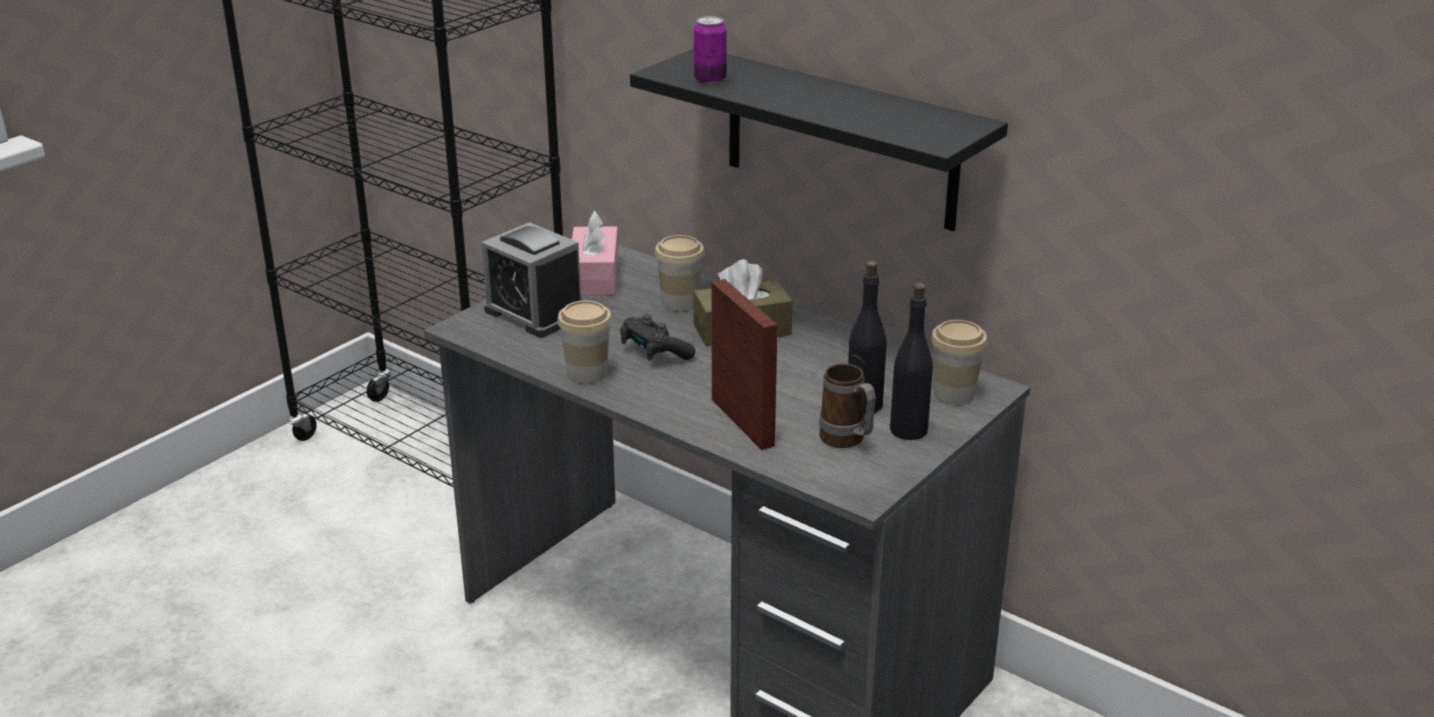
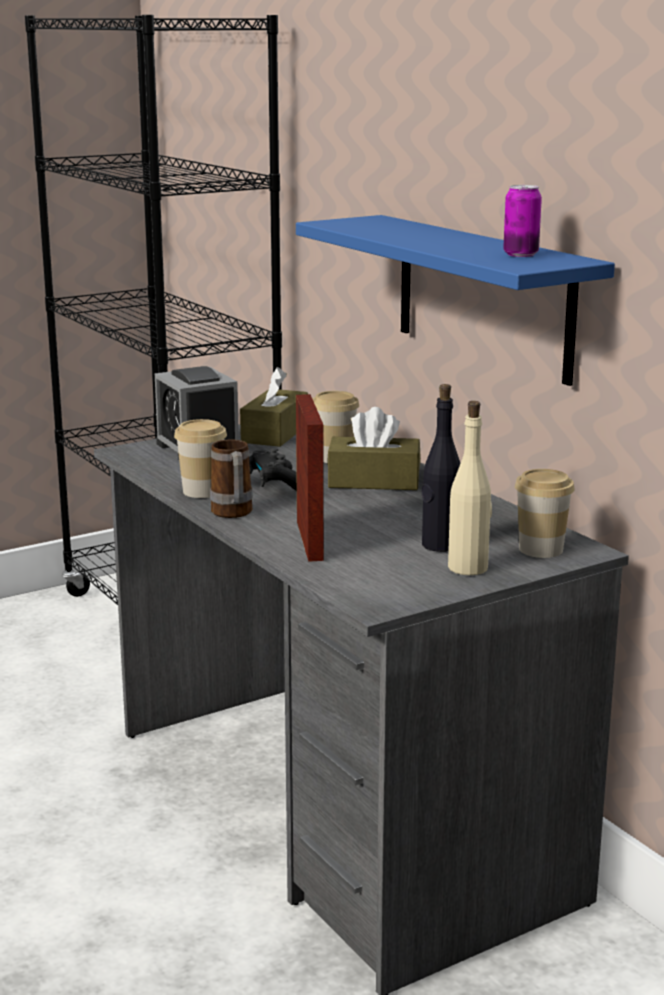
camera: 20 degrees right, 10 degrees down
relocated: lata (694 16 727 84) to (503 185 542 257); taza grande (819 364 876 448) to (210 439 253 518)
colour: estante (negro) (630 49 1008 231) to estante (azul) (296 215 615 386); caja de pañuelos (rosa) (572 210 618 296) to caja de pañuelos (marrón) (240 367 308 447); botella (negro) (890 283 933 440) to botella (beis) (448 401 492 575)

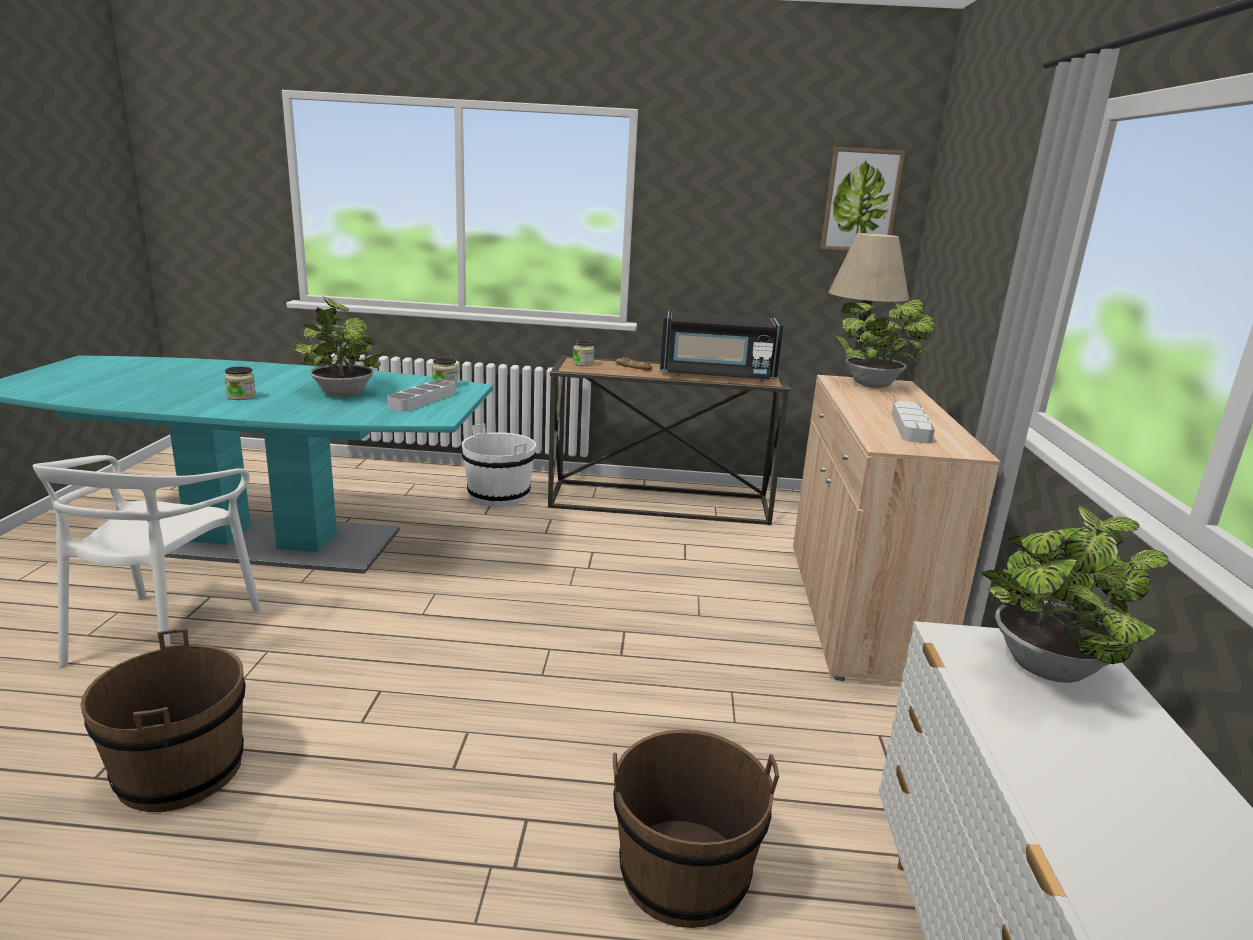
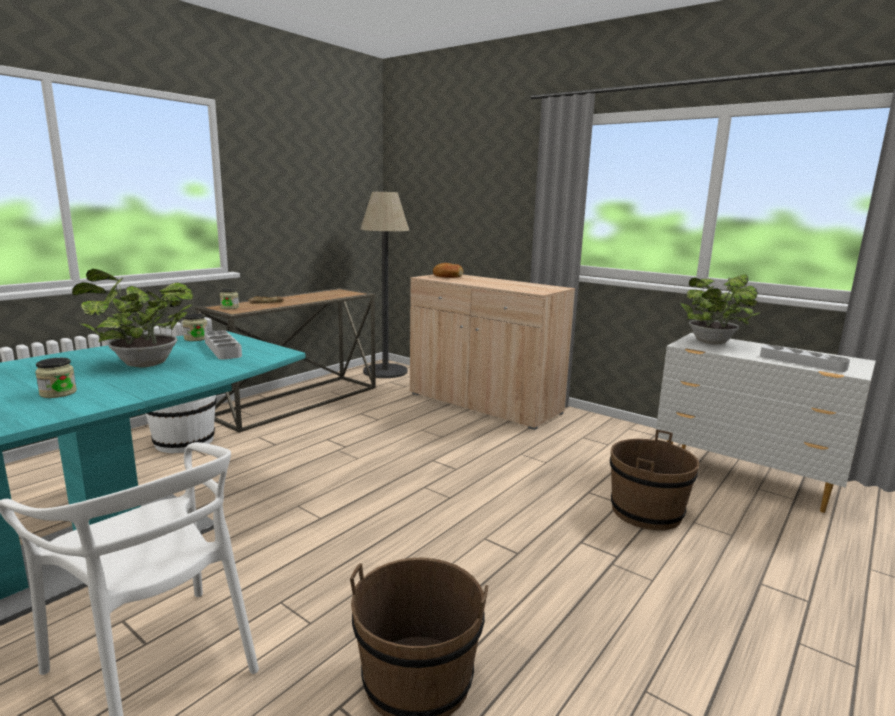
camera: 55 degrees left, 5 degrees down
missing: cuadro (820 147 905 251); microondas (negro) (660 311 783 382)
relocated: bandeja (gris) (891 401 935 444) to (760 345 850 372)
exchanged: planta en maceta (835 299 935 388) to pan (433 263 463 278)

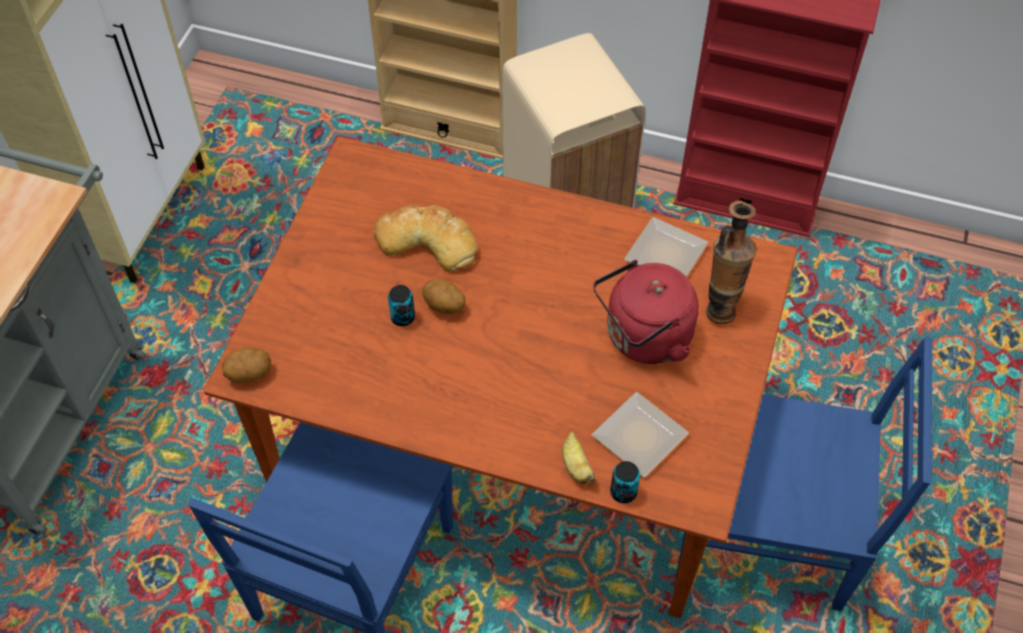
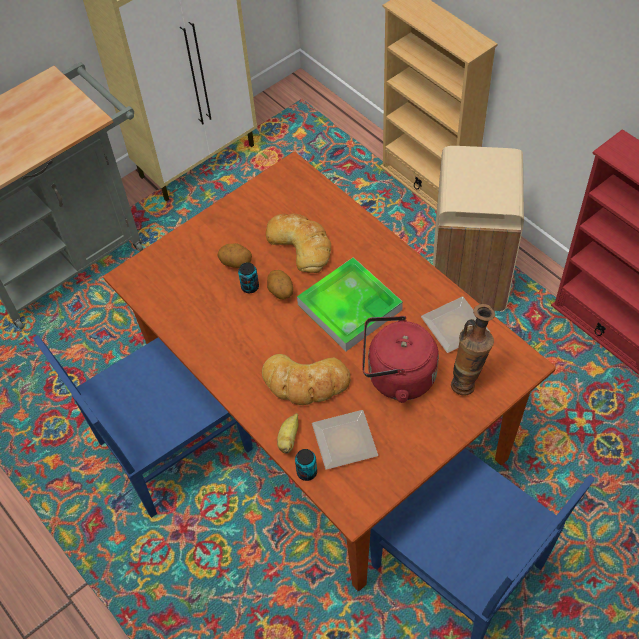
camera: 35 degrees right, 0 degrees up
appeared: bandeja (297 257 403 351); pan (262 354 351 405)
relocated: patata (222 347 271 383) to (218 243 252 268)

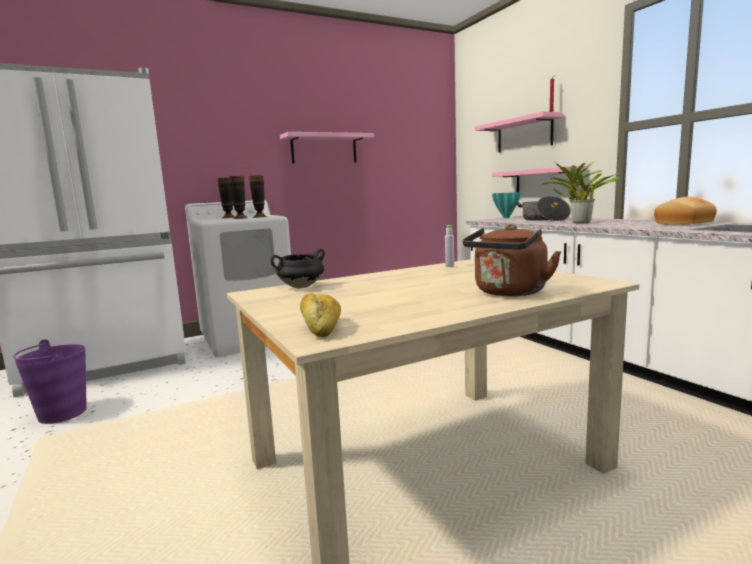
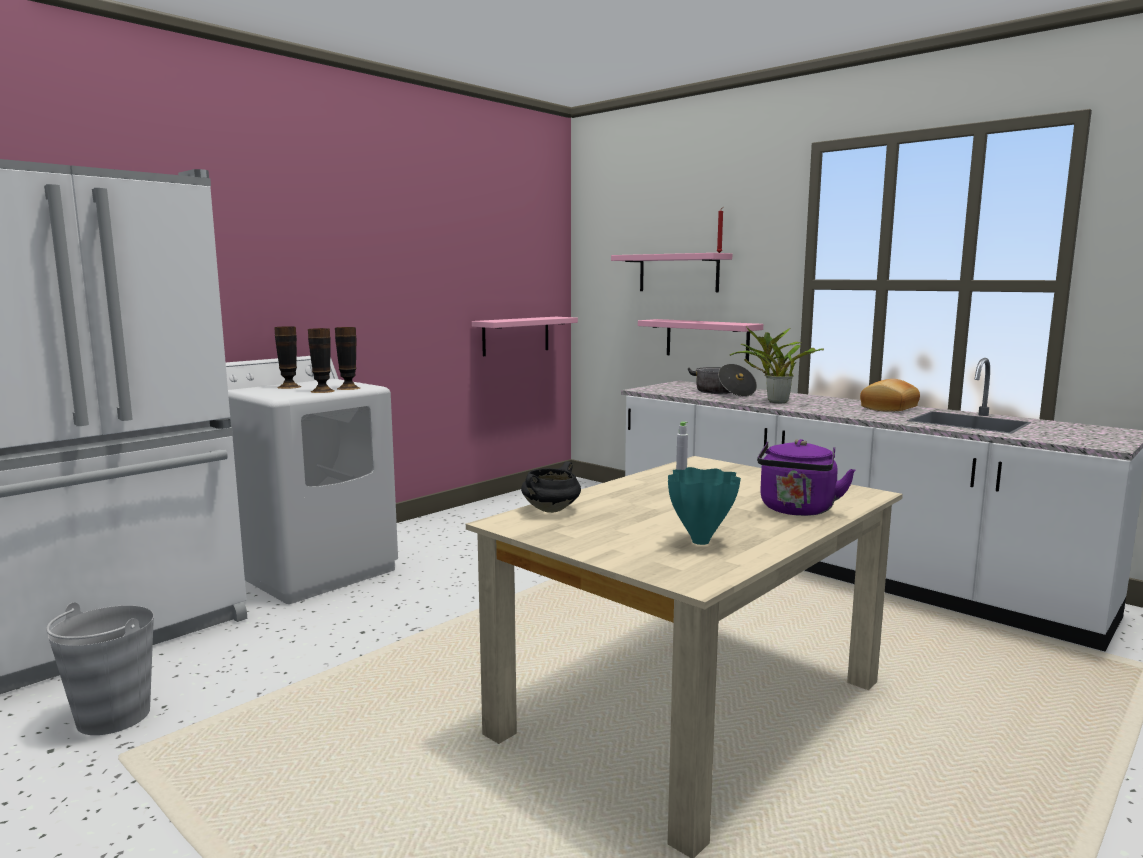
camera: 20 degrees left, 0 degrees up
missing: pan (300 293 341 337)
relocated: estante (rosa) (280 132 374 164) to (472 317 578 356); florero (turquesa) (492 192 521 218) to (668 467 741 545)
colour: hervidor (marrón) (463 224 562 297) to hervidor (morado) (757 439 855 516); cubo (morado) (13 339 87 424) to cubo (gris) (46 602 154 735)

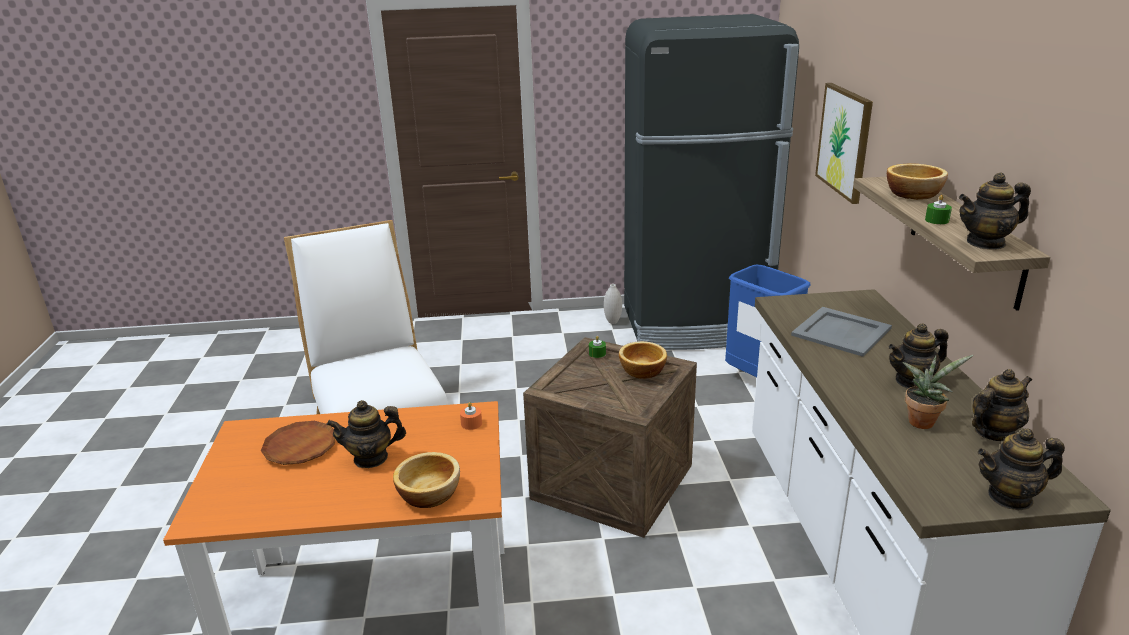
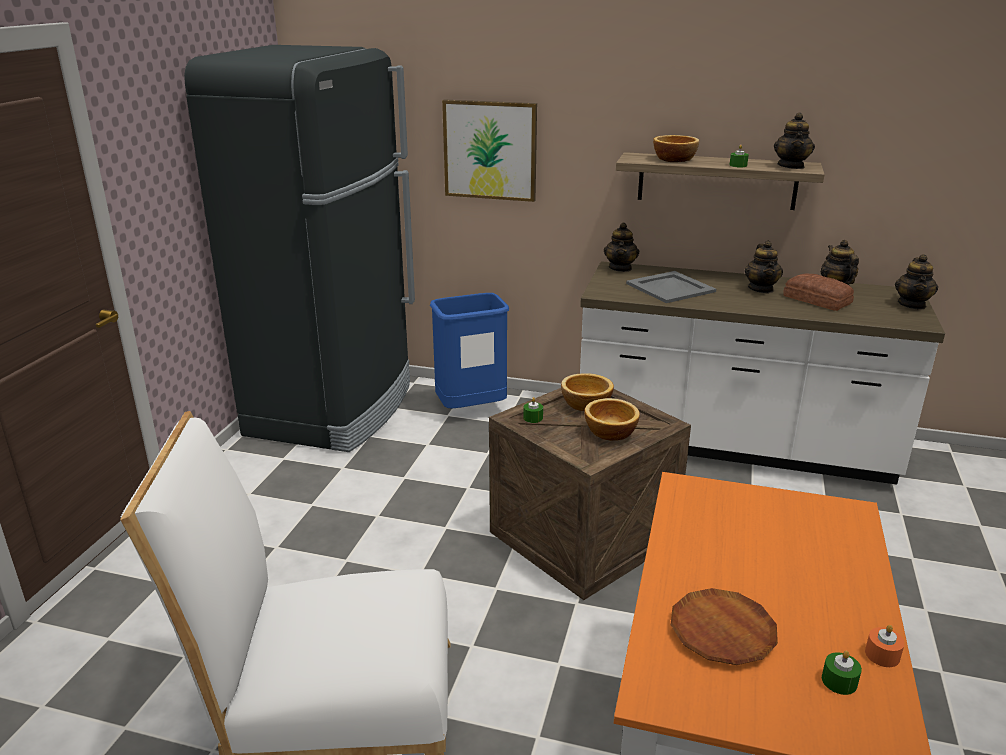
camera: 70 degrees left, 0 degrees up
missing: florero (blanco) (604 284 622 324)
appeared: vela (verde) (822 651 862 695)
relocated: tetera (326 400 406 468) to (604 222 639 272); vela (naranja) (460 402 482 430) to (865 625 905 667); cuenco (393 452 460 508) to (584 398 640 441)
exchanged: planta en maceta (903 355 973 429) to pan (783 273 854 311)

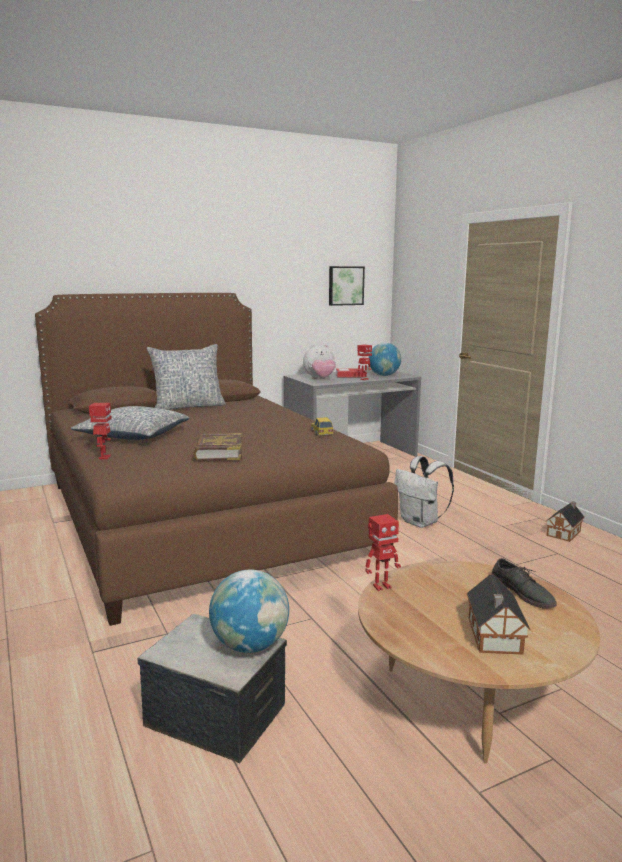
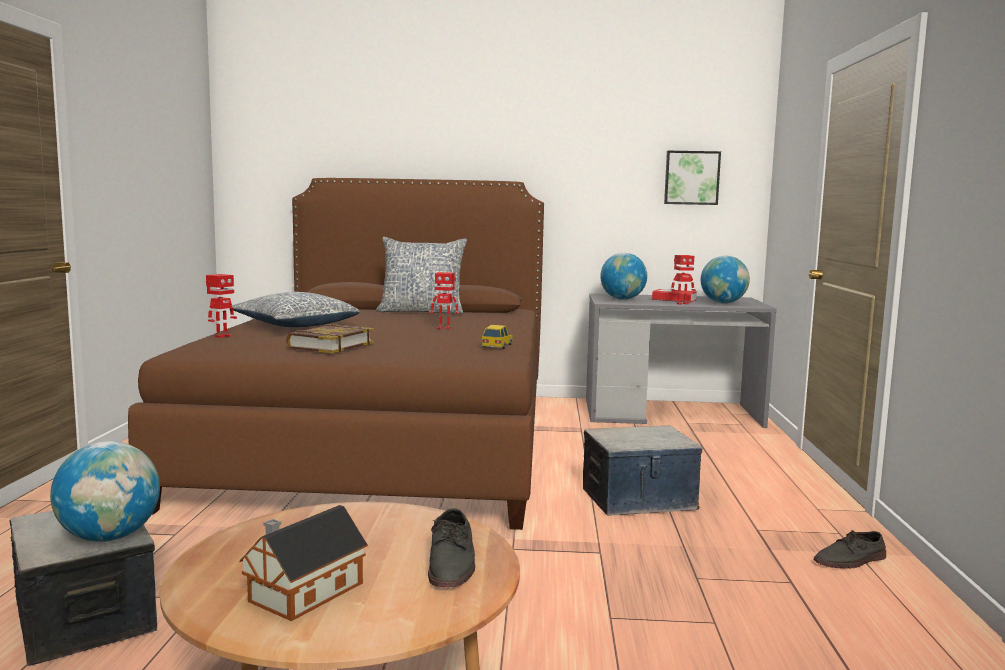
camera: 30 degrees right, 5 degrees down
relocated: robot de juguete (365 514 401 591) to (429 272 459 330)
exchanged: peluche (303 345 336 379) to globo terráqueo (600 253 647 300); mochila (blanco) (394 456 454 528) to caja de almacenaje (583 426 703 516); casita (546 501 585 542) to zapato (gris) (814 530 886 569)

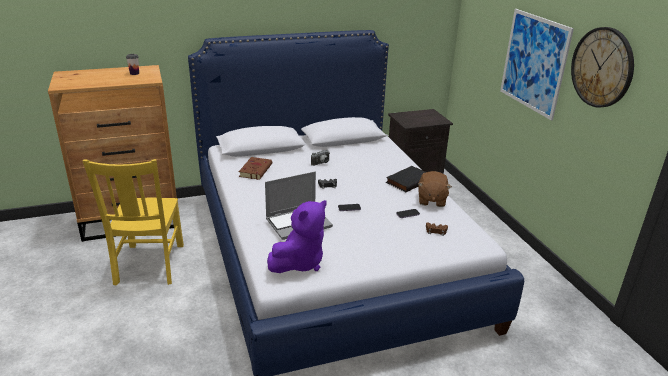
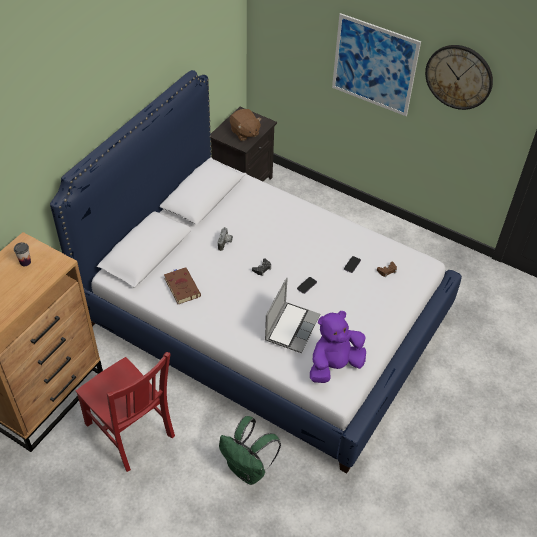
camera: 40 degrees left, 20 degrees up
missing: libro (negro) (386 166 426 192)
appeared: mochila (verde) (219 416 281 485)
relocated: peluche (marrón) (418 171 452 207) to (230 109 262 141)
colour: silla (amarillo) (82 159 184 286) to silla (rojo) (76 352 175 472)
spun: peluche (morado) (267 200 326 273) = (310 311 366 383) 120 degrees counterclockwise

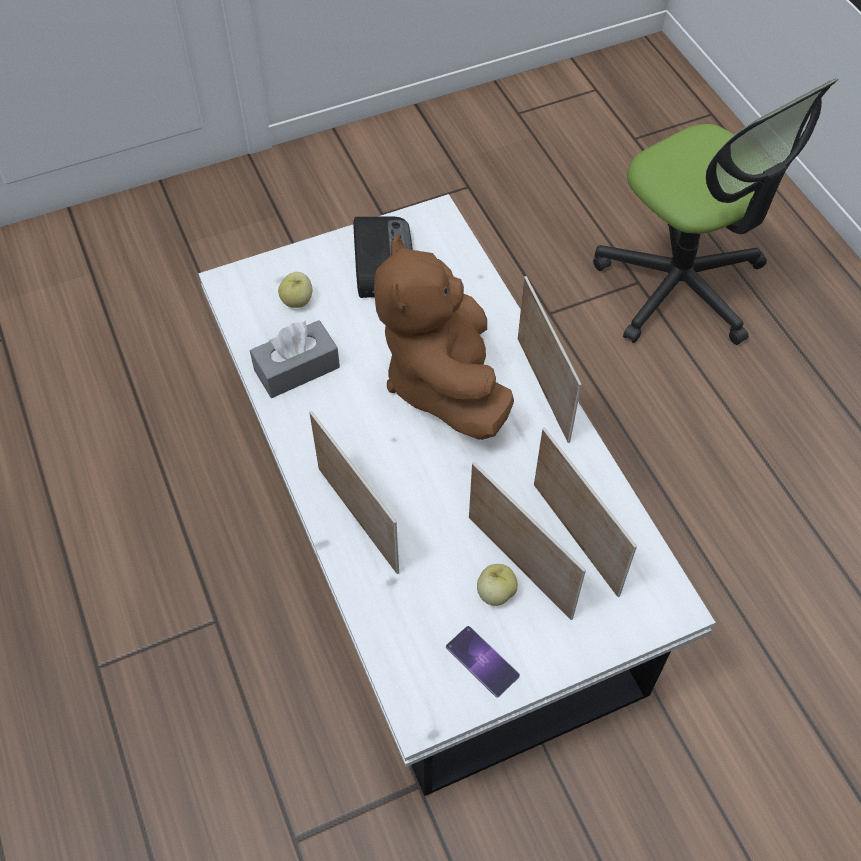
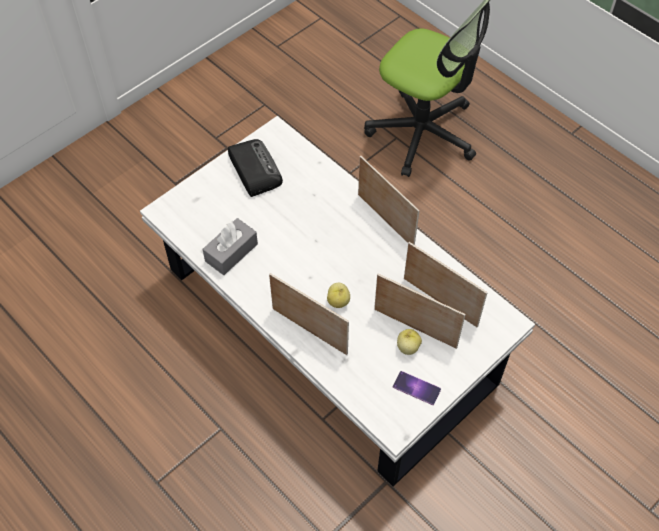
camera: 20 degrees left, 0 degrees up
missing: peluche (marrón) (374 234 514 440)
relocated: manzana (278 272 313 308) to (327 283 350 308)

